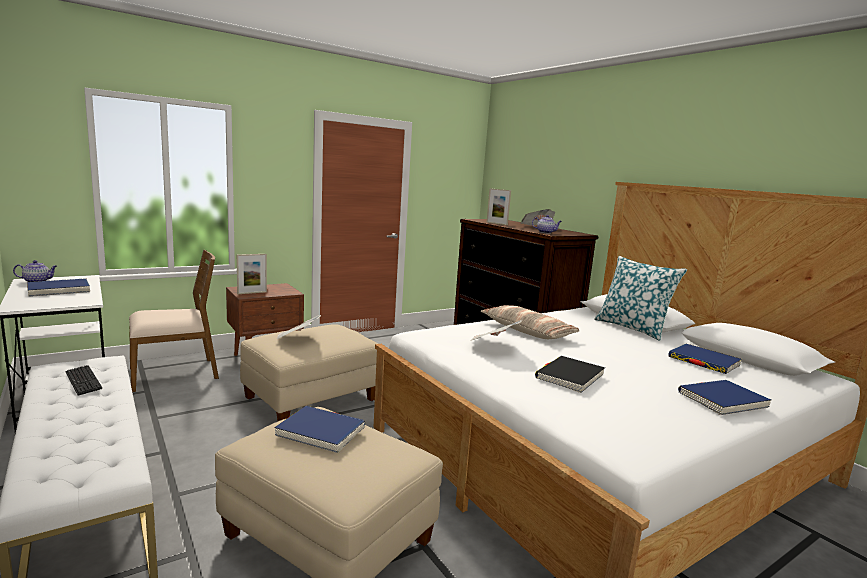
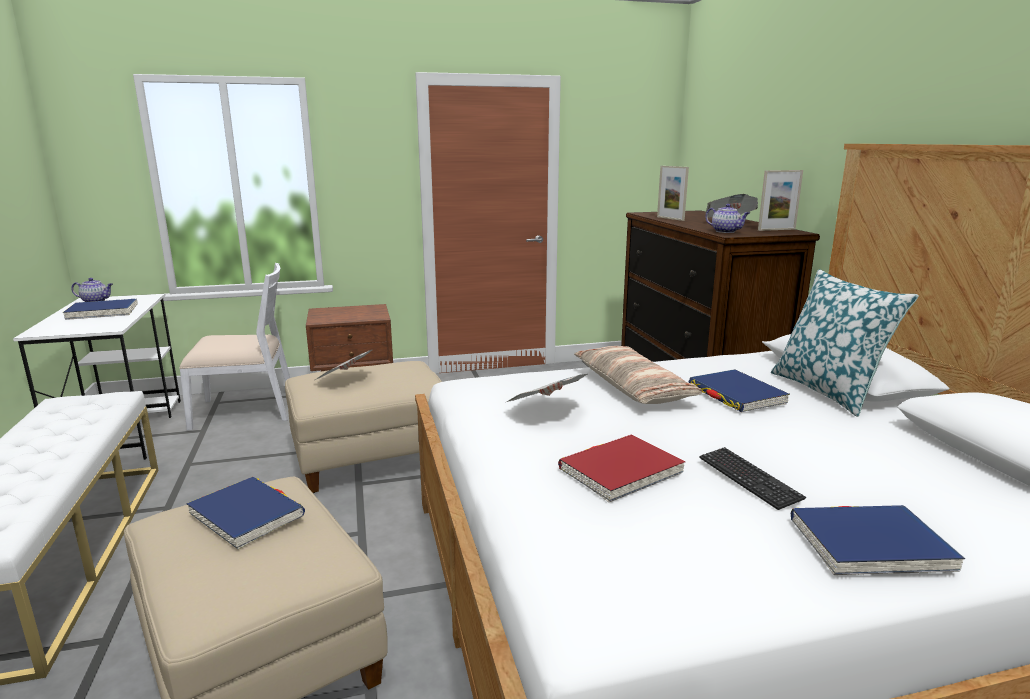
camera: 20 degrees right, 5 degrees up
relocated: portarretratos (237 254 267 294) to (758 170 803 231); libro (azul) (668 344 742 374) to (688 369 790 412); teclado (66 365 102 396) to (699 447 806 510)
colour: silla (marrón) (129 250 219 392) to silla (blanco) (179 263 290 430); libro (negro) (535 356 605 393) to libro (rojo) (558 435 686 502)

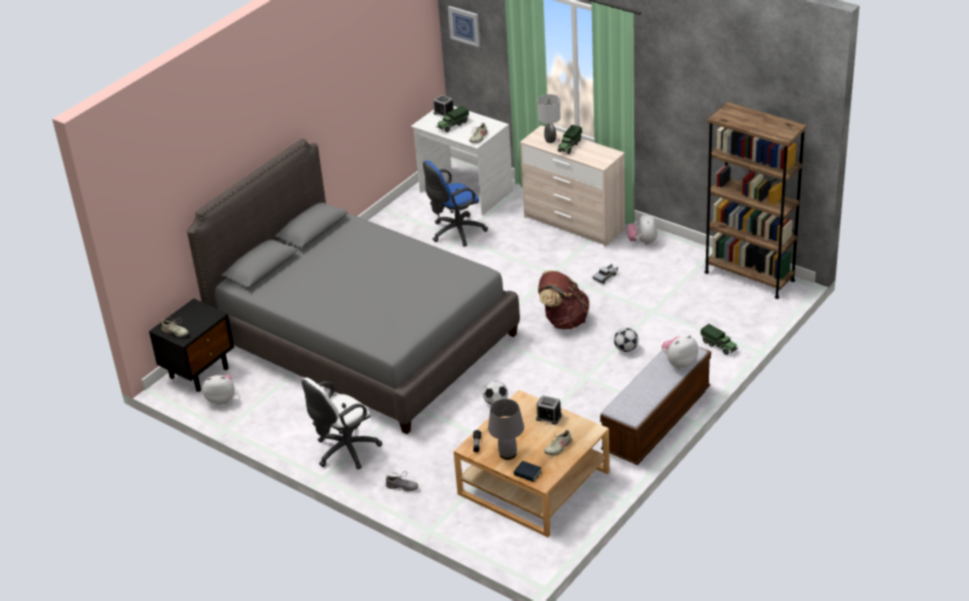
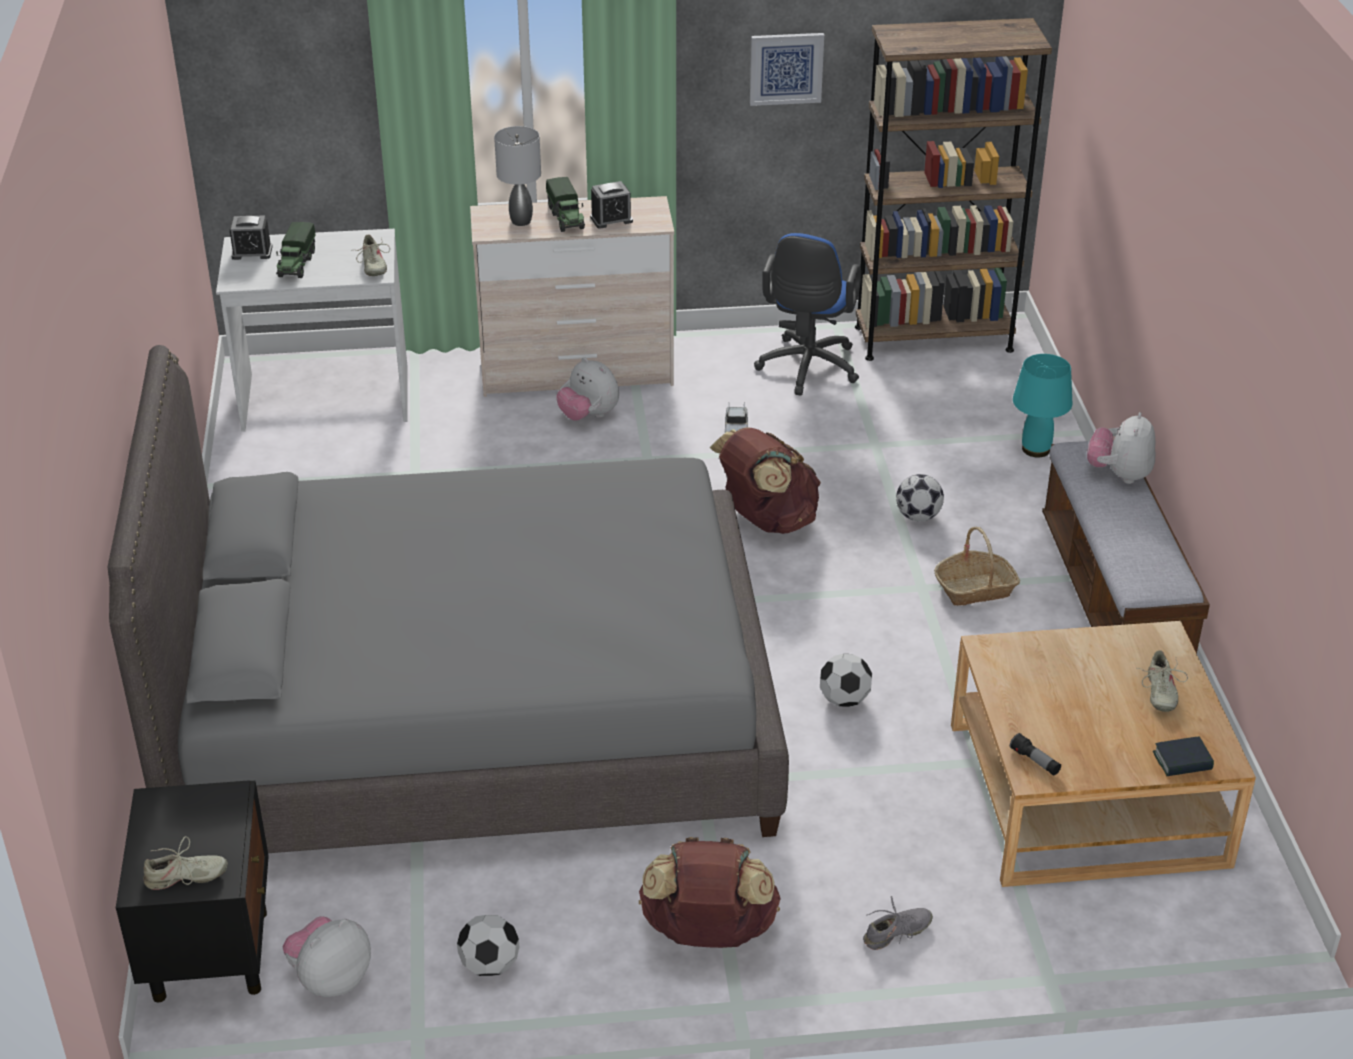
camera: 45 degrees left, 0 degrees up
missing: lámpara de mesa (gris) (488 399 524 460)
appeared: cesta (934 527 1020 606); balón de fútbol (457 915 519 976)
relocated: cuadro (448 6 480 47) to (750 33 824 106); silla de oficina (azul) (423 160 488 247) to (754 233 861 395); peluche (627 213 657 245) to (556 357 619 421); despertador (536 395 562 425) to (590 181 633 229)
exchanged: camión de juguete (701 324 738 355) to lámpara de mesa (turquesa) (1013 354 1072 458); silla de oficina (blanco) (302 378 382 470) to mochila (marrón) (639 837 781 948)

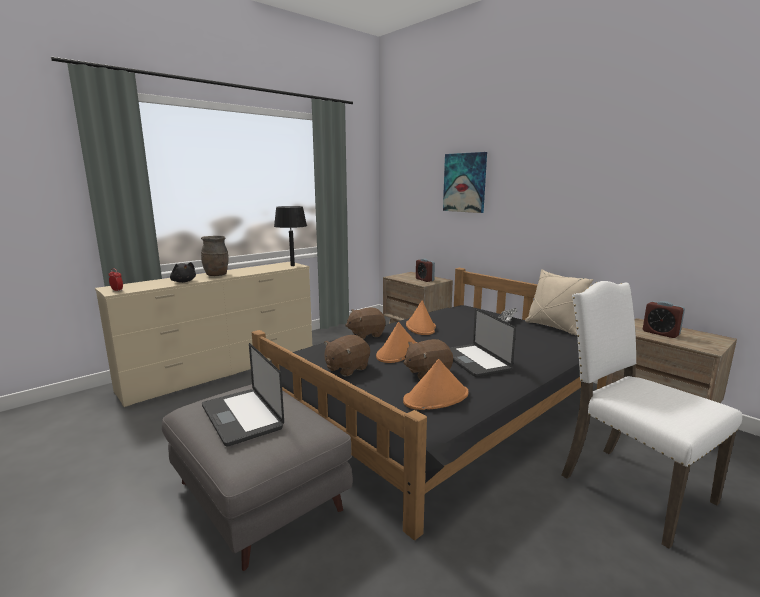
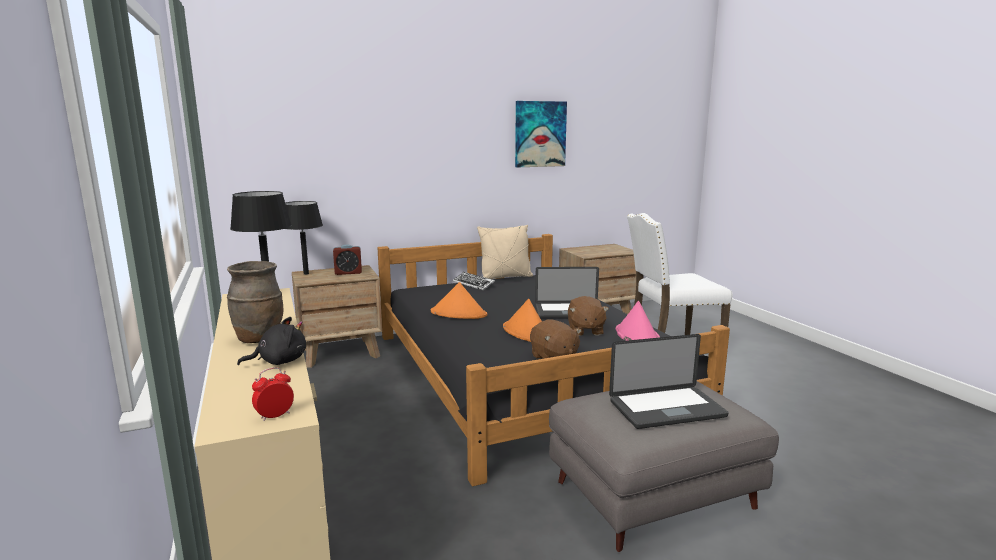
camera: 70 degrees left, 0 degrees up
missing: despertador (643 301 685 338); peluche (marrón) (345 308 386 339)
appeared: lámpara de mesa (negro) (285 201 323 275)
relocated: cuadro (443 152 487 213) to (515 101 567 167)
colour: sombrero (naranja) (403 359 468 410) to sombrero (rosa) (615 301 660 341)

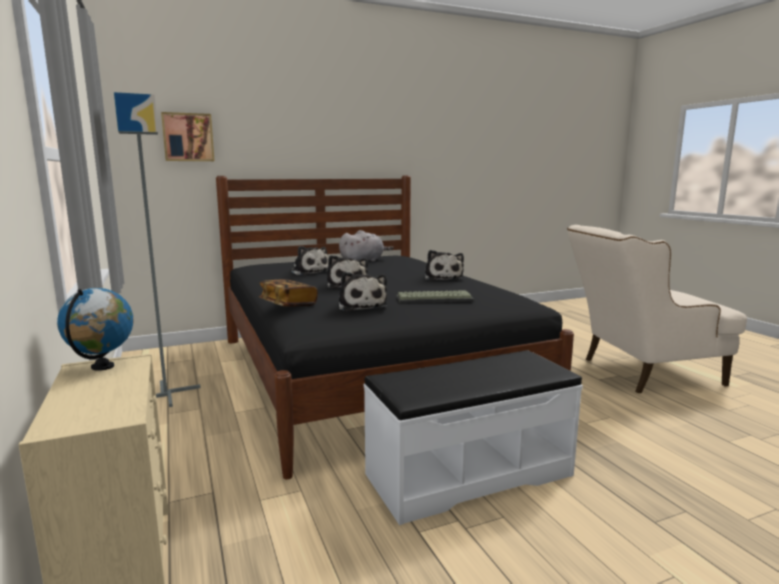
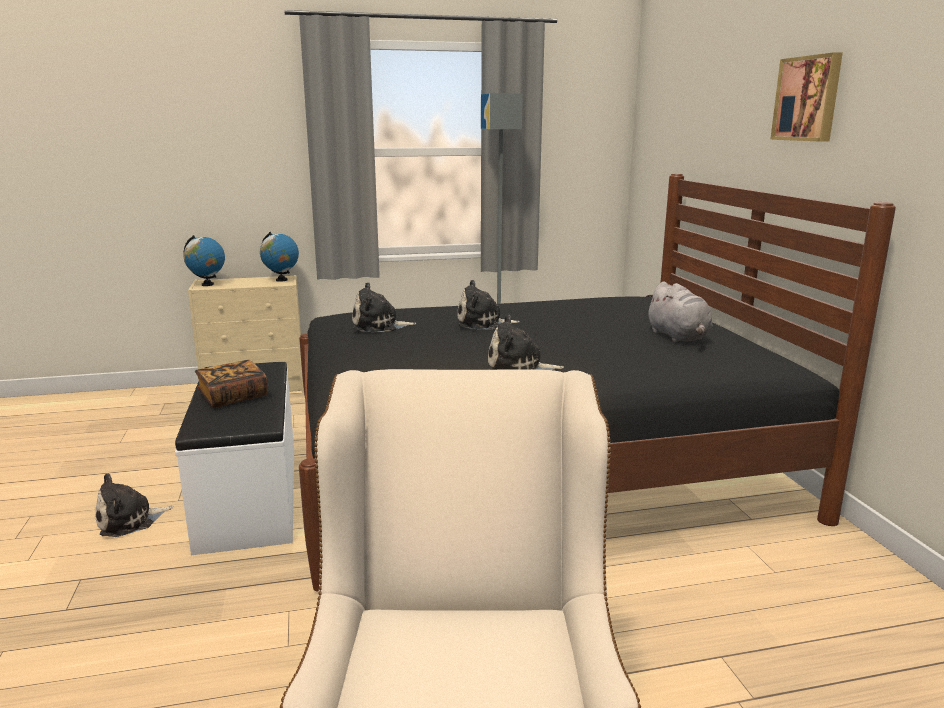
camera: 100 degrees right, 5 degrees up
missing: teclado (397 290 474 303)
appeared: globo terráqueo (184 235 225 286)
relocated: cuadro (161 112 214 161) to (770 52 843 142); peluche (290 246 328 275) to (95 473 173 537); libro (259 279 318 307) to (195 360 267 408)

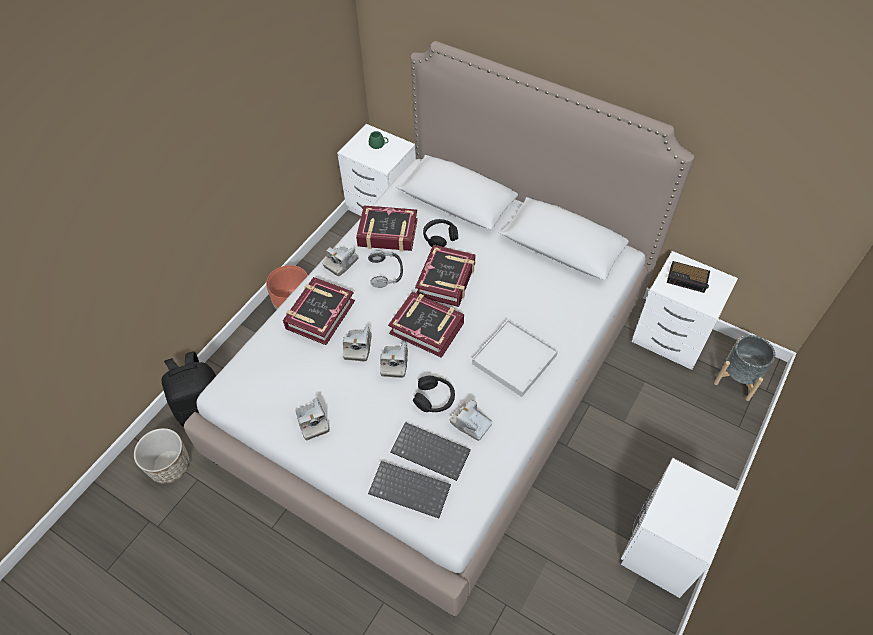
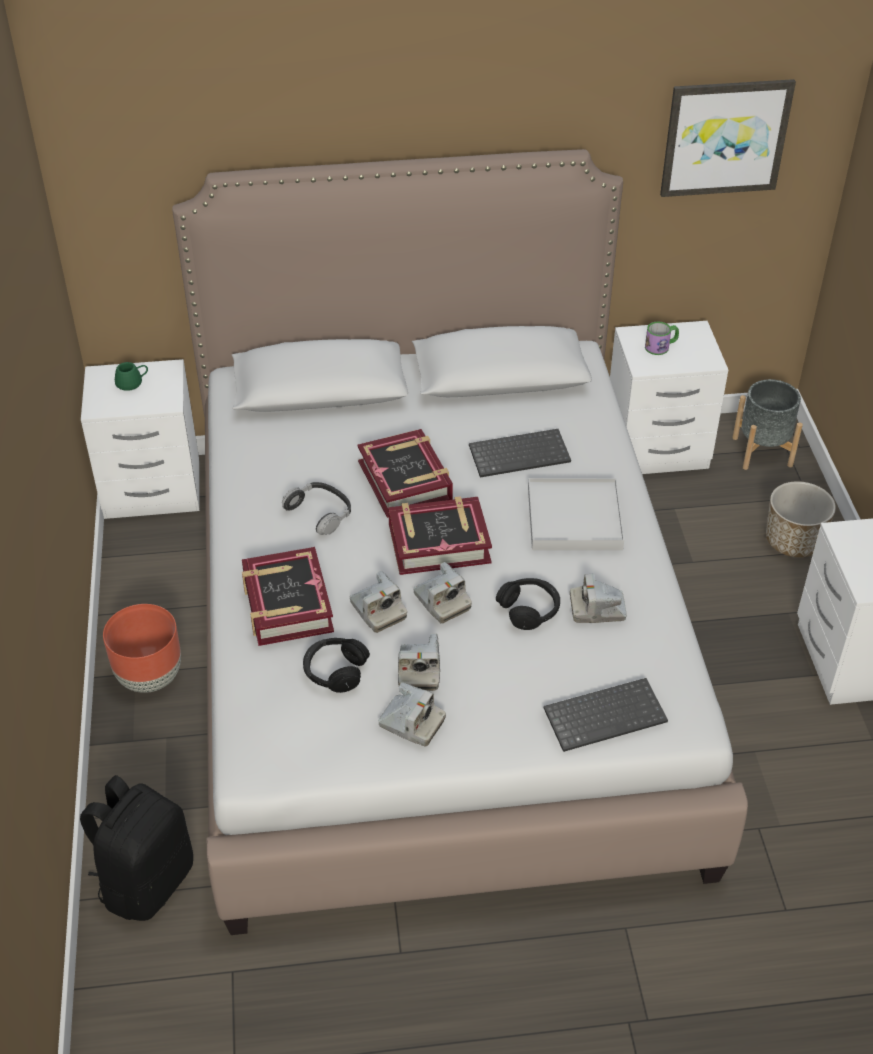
camera: 40 degrees left, 10 degrees down
missing: libro (356 206 418 252)
appeared: cuadro (660 79 796 197)
relocated: auriculares (negro) (423 219 458 247) to (303 638 370 693); cámara (322 247 358 276) to (398 633 440 691); teclado (390 422 471 481) to (469 429 571 477); maceta (134 428 190 484) to (766 481 836 557)
exchanged: despertador (667 261 710 293) to taza grande (645 322 679 355)

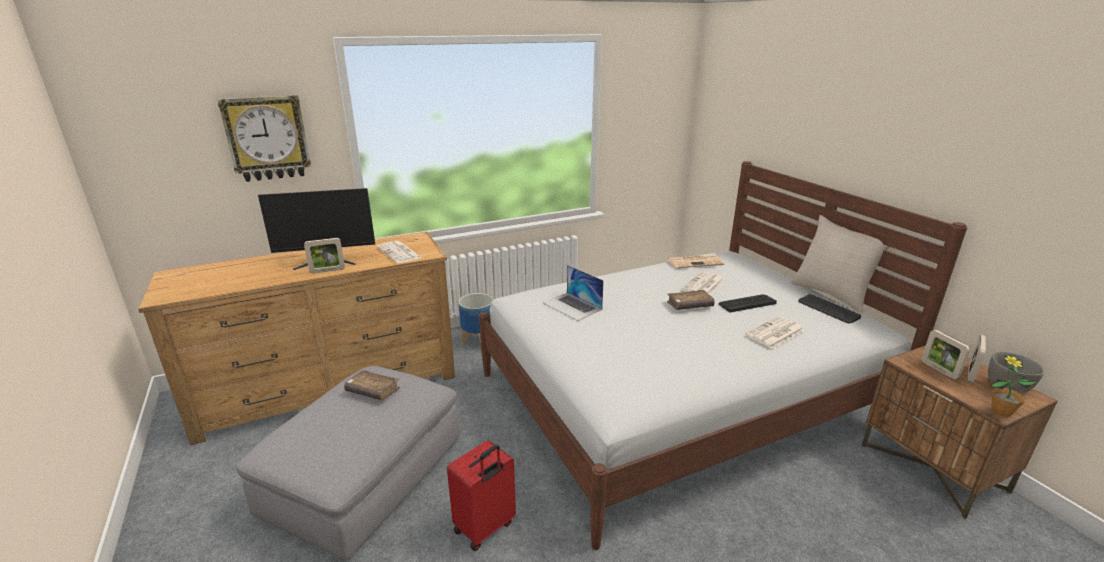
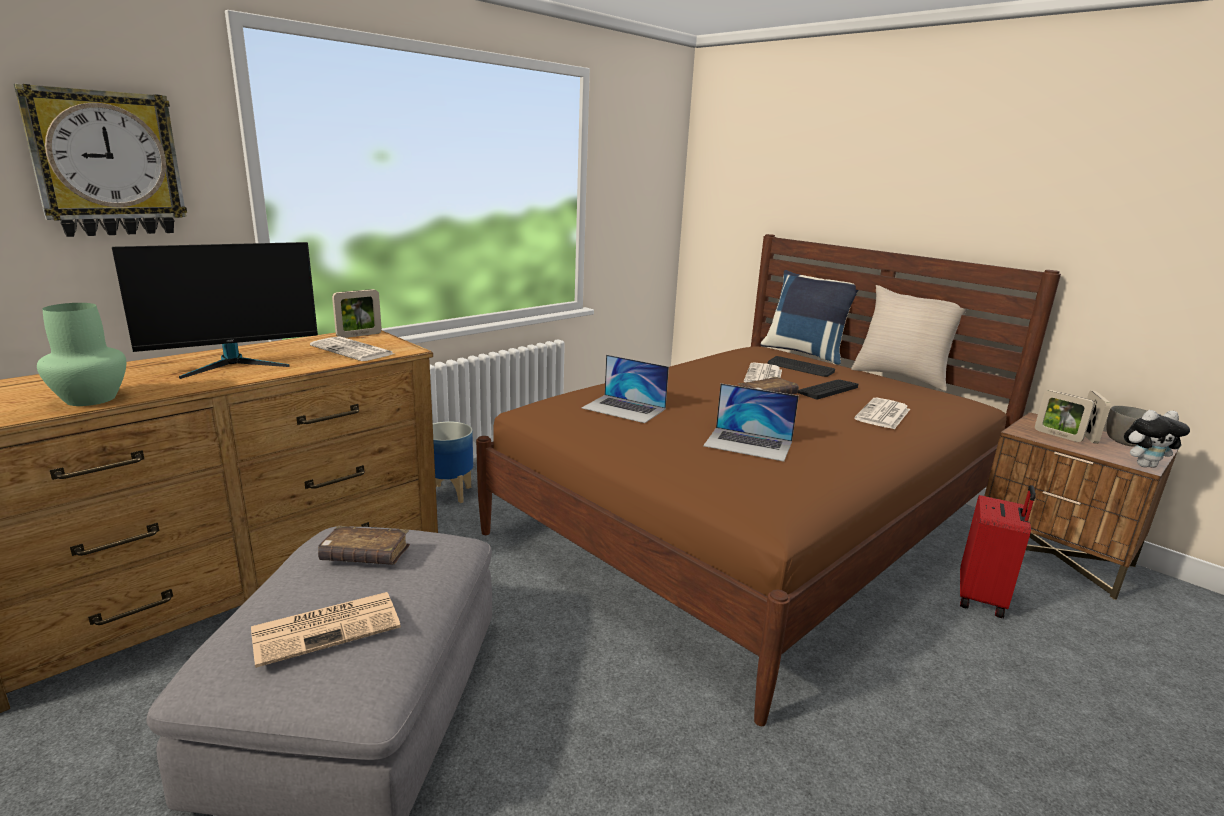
camera: 20 degrees left, 5 degrees down
appeared: cojín (azul) (760 270 859 365); florero (verde) (37 303 126 406); portátil (703 383 799 462)
relocated: portarretratos (304 238 345 274) to (332 289 382 338); periódico (667 255 724 268) to (251 592 401 668); teclado (798 294 861 324) to (767 356 835 377); maleta (rojo) (447 440 516 551) to (960 485 1036 618)
exchanged: planta en maceta (991 355 1036 417) to peluche (1124 410 1190 468)
colour: cama (blanco) (479 161 967 550) to cama (marrón) (476 234 1061 726)

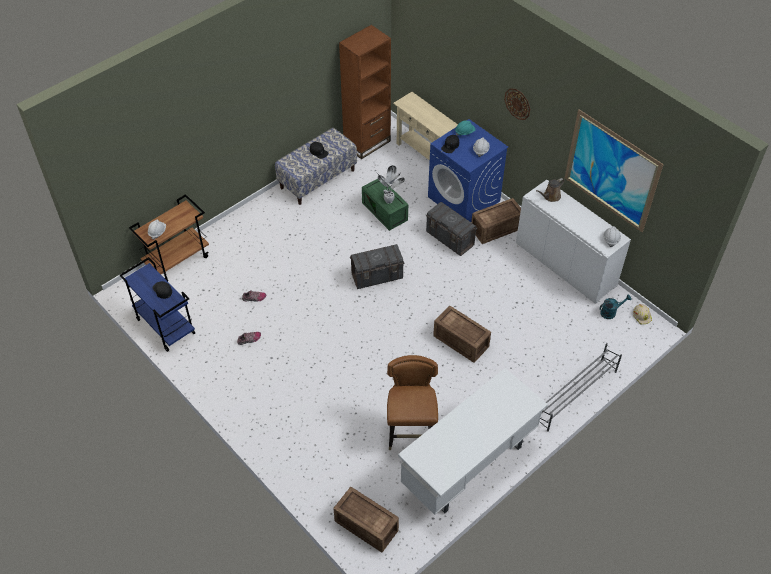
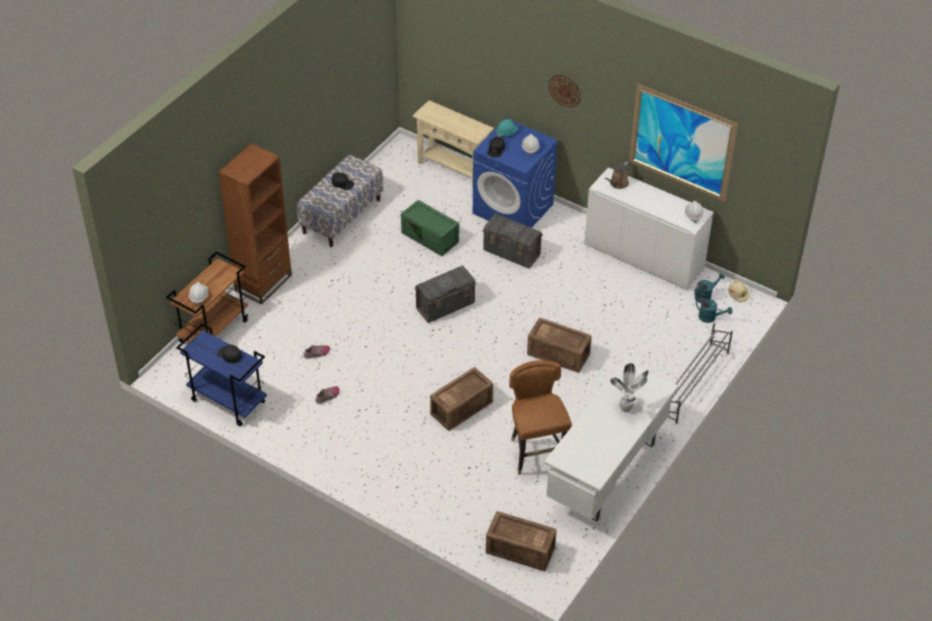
camera: 15 degrees left, 5 degrees down
appeared: regadera (turquesa) (696 298 732 323)
relocated: estantería (marrón) (339 25 391 159) to (218 143 292 305); planta en maceta (377 165 405 204) to (610 363 649 412); caja de embalaje (471 198 521 244) to (430 367 493 431)

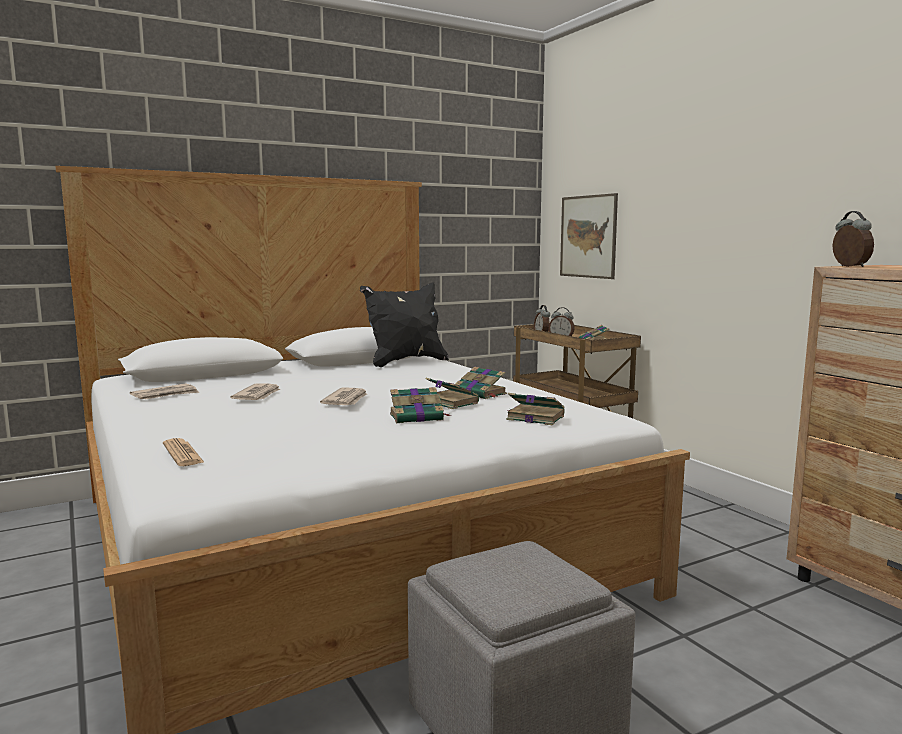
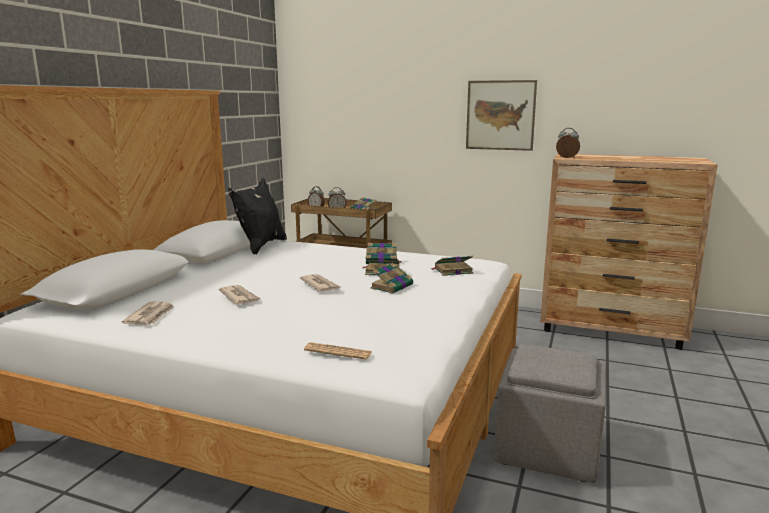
camera: 40 degrees left, 5 degrees up
relocated: cuadro (560 193 618 279) to (466 80 537 151)

